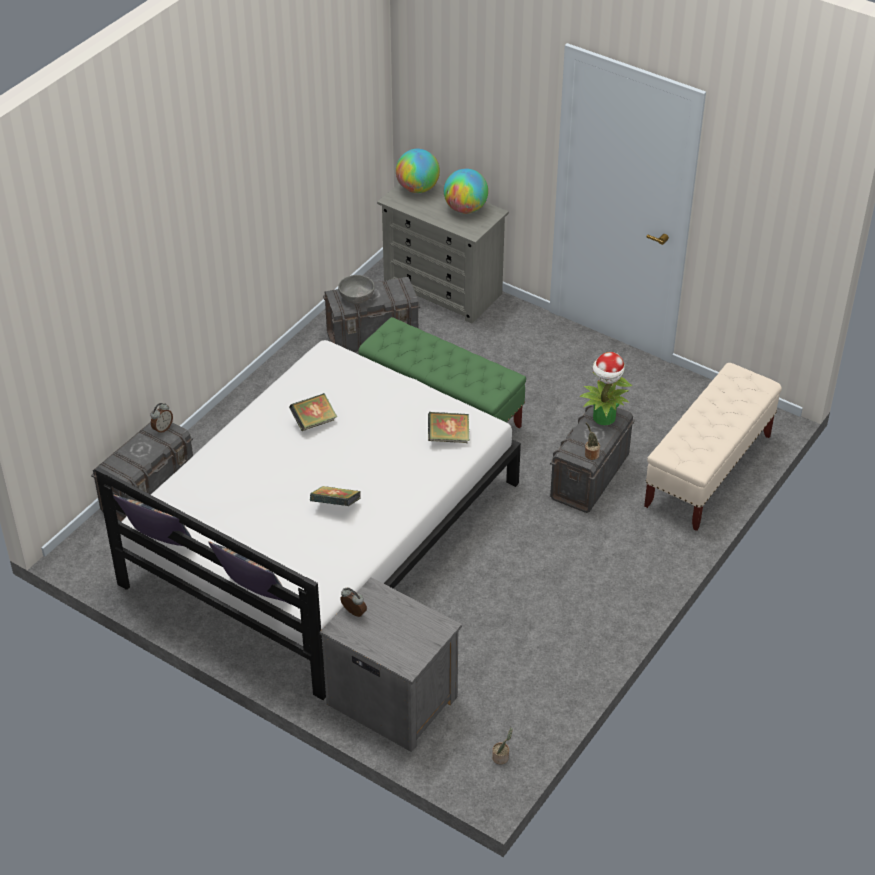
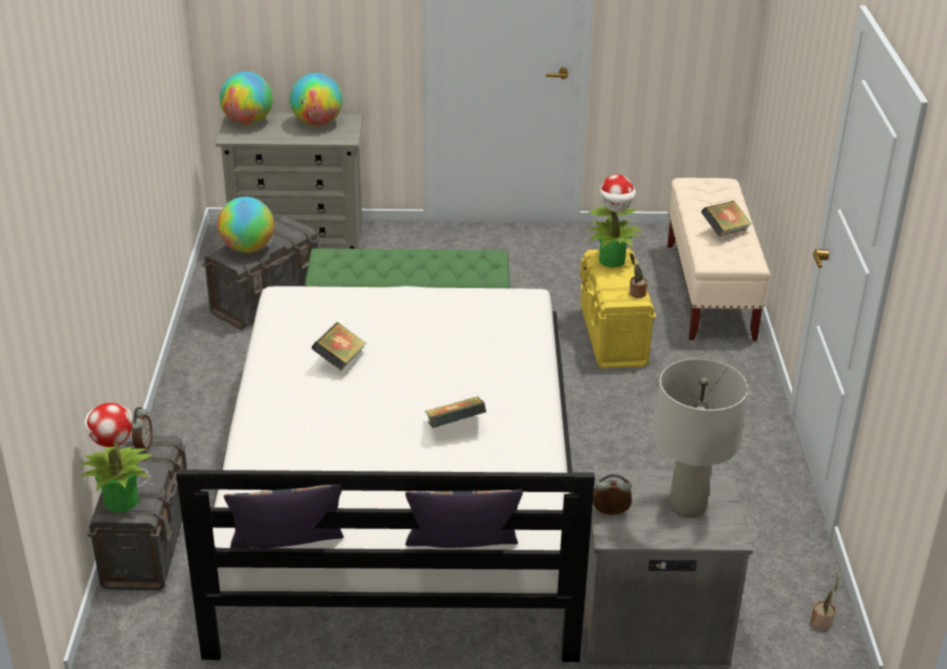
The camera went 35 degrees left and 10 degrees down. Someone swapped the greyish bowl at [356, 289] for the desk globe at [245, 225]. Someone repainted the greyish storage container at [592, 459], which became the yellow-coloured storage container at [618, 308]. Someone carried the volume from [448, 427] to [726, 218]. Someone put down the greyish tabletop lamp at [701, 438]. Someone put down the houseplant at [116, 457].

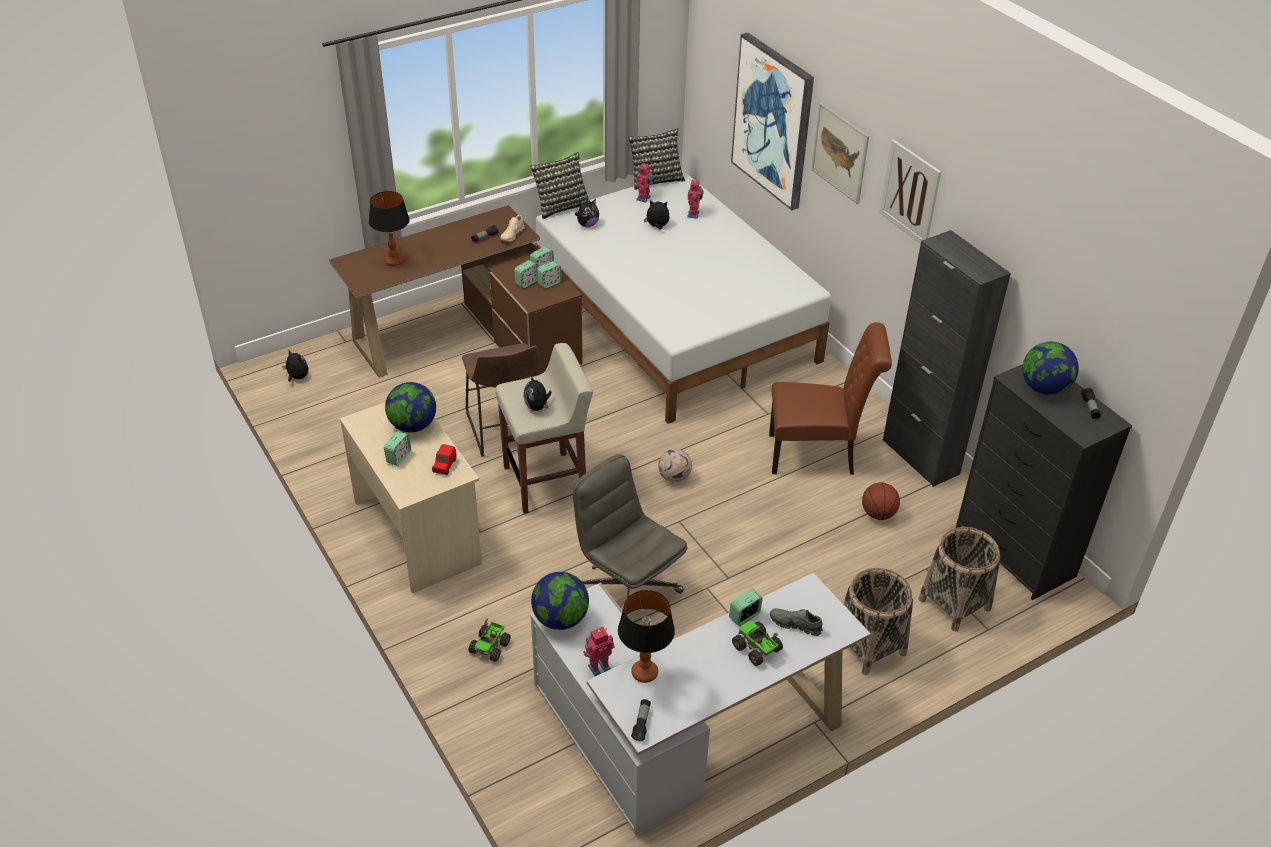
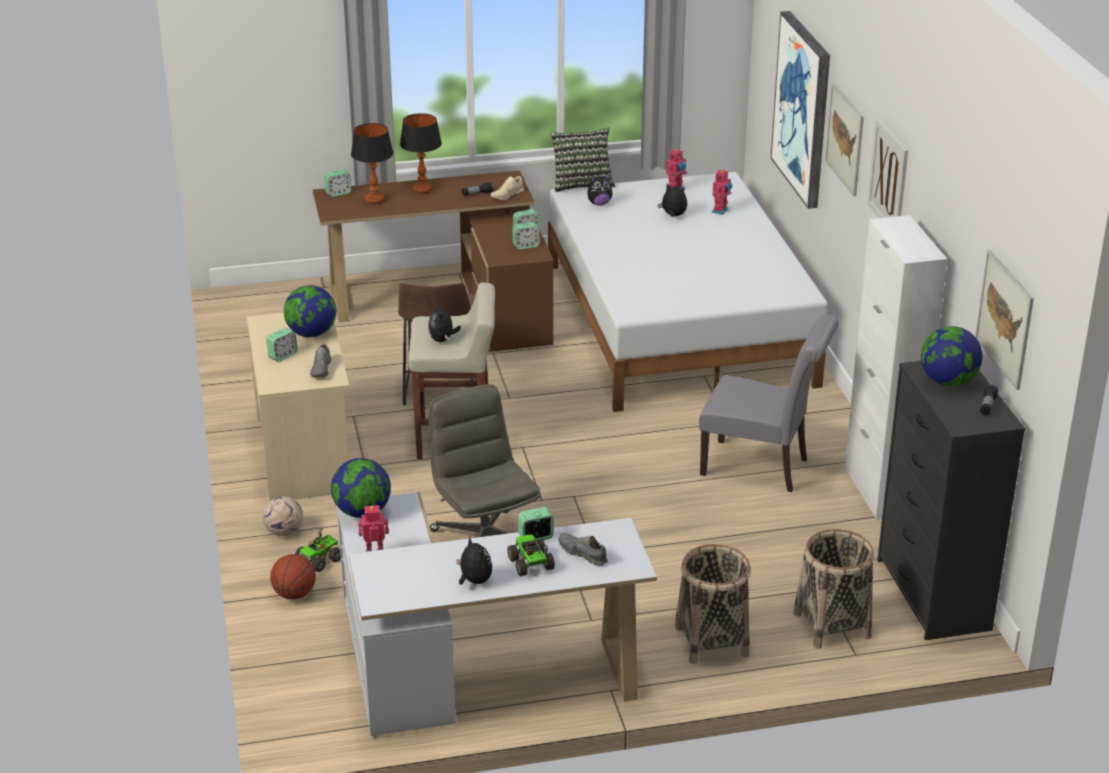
The camera went 20 degrees right and 10 degrees down. Someone took away the throw pillow at [656, 159]. Someone repainted the black-coloured cabinet at [947, 358], which became the white cabinet at [895, 367]. Someone carried the alarm clock from [526, 274] to [337, 183]. Someone repainted the brown-coloured chair at [830, 398], which became the greyish chair at [769, 403]. Someone carried the plush toy from [295, 366] to [474, 560]. Someone swapped the red miniature car at [444, 459] for the greyish shoe at [321, 360]. Someone carried the football from [675, 466] to [283, 516]. Someone carried the basketball from [881, 501] to [293, 576]. Someone carried the tabletop lamp from [646, 636] to [421, 153]. Someone took away the flashlight at [641, 720]. Someone put up the picture at [1004, 320].

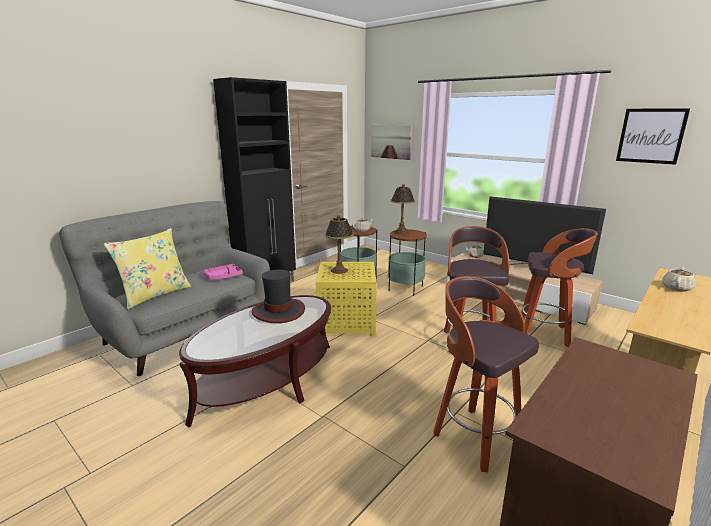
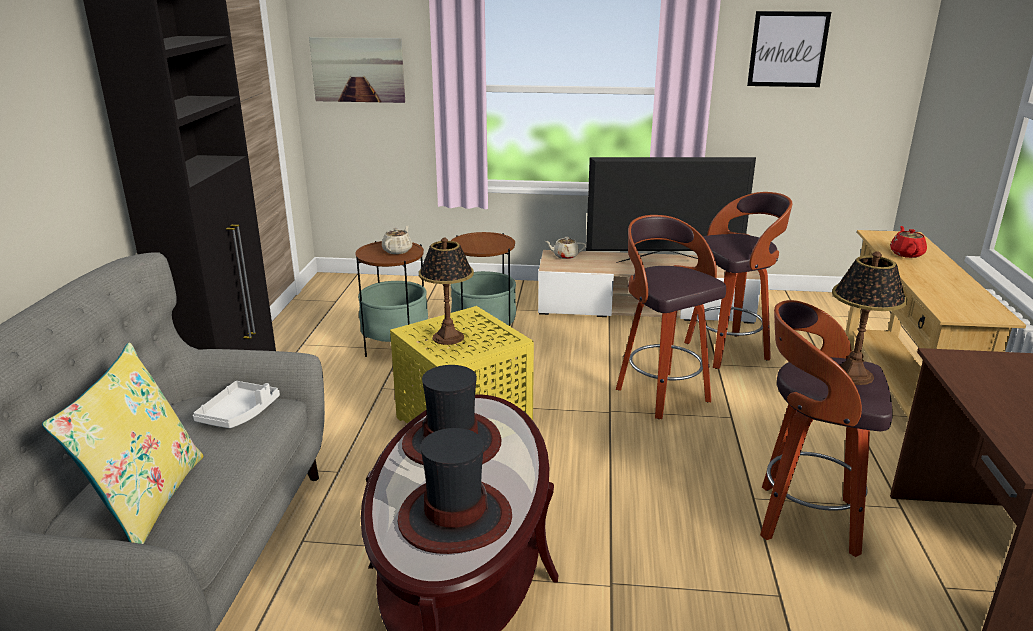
The camera went 35 degrees left and 5 degrees up. Someone carried the tabletop lamp from [402, 209] to [869, 318]. Someone repainted the pinkish carrying tray at [223, 272], which became the white carrying tray at [236, 404]. Someone repainted the sand-coloured pot for tea at [679, 279], which became the red pot for tea at [908, 242]. Someone put down the wearable hat at [455, 491].

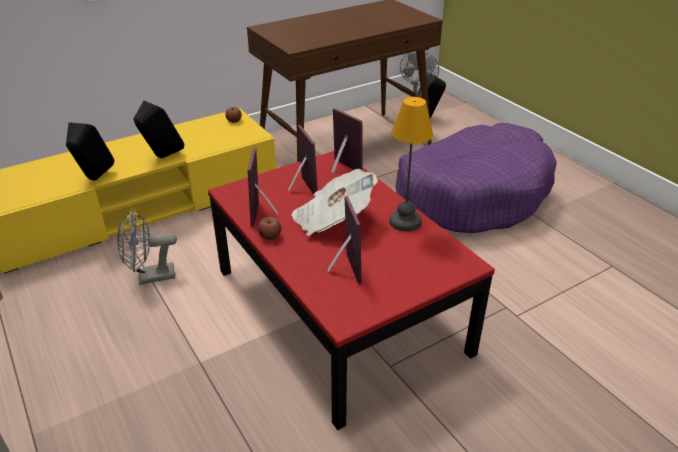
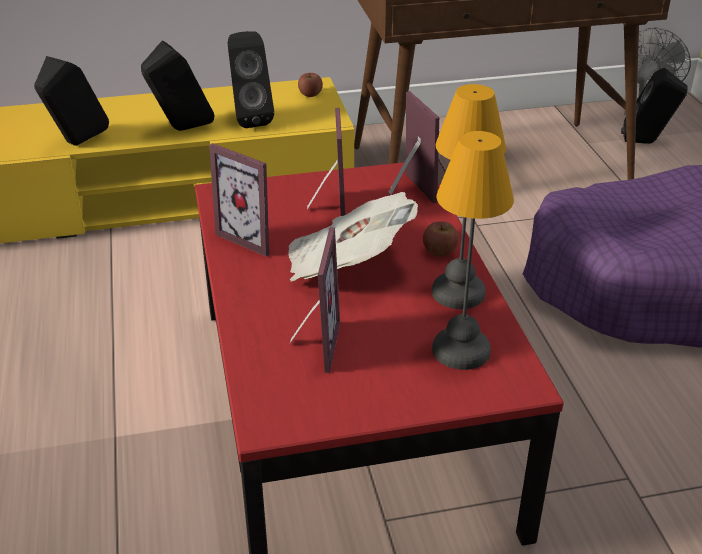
The camera went 20 degrees right and 0 degrees up. Someone rotated the standing frame at [263, 187] by 75 degrees counterclockwise. Someone took away the greyish electric fan at [147, 247]. Someone carried the apple from [269, 228] to [441, 239]. Someone put down the black-coloured speaker at [251, 79]. Someone put down the tabletop lamp at [473, 250].

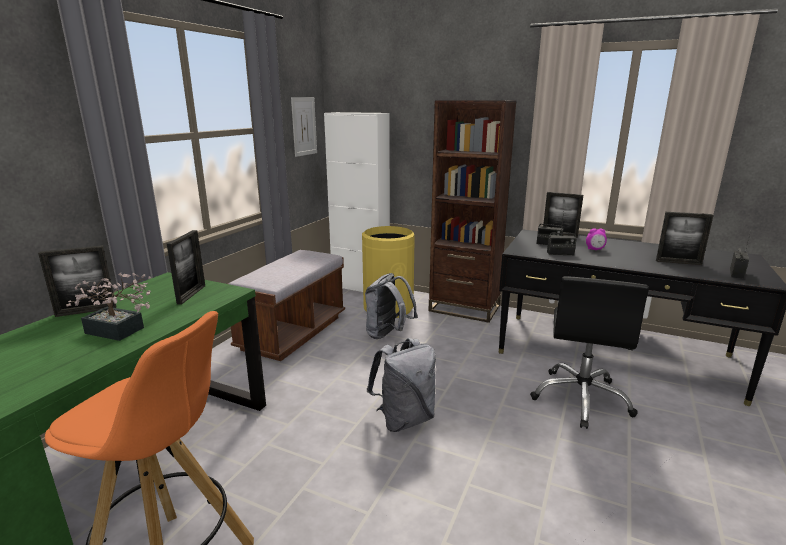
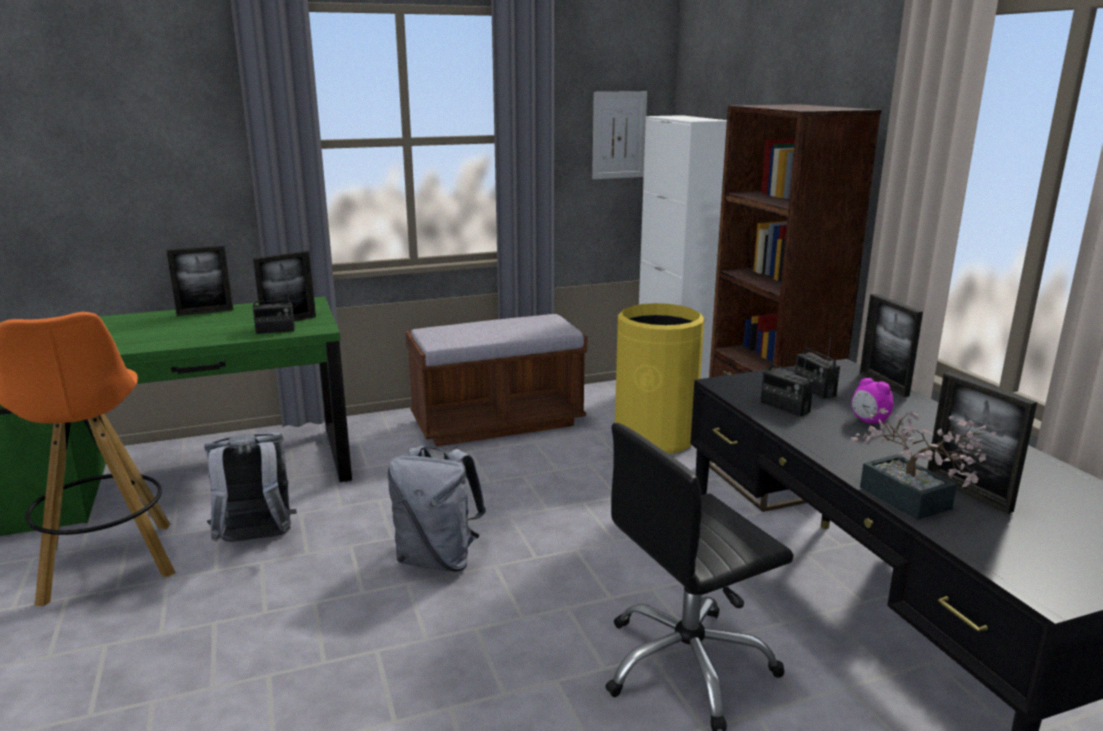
The camera went 45 degrees right and 0 degrees up. Someone carried the radio set from [740, 255] to [274, 305]. Someone rotated the standing frame at [77, 281] by 45 degrees counterclockwise. Someone carried the houseplant from [108, 307] to [923, 464]. Someone carried the greyish rucksack from [391, 306] to [250, 487].

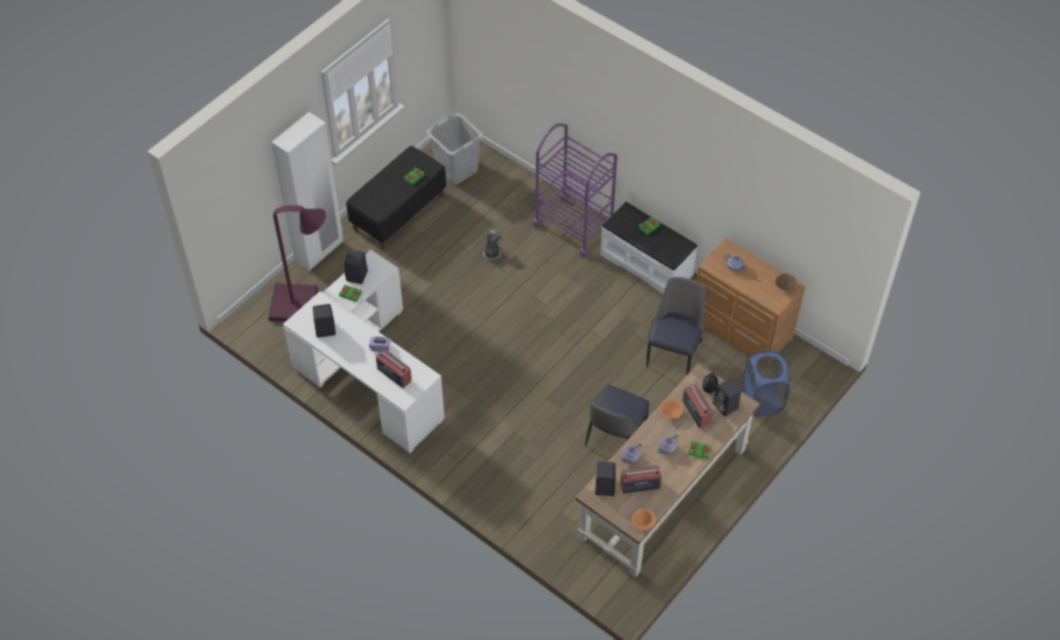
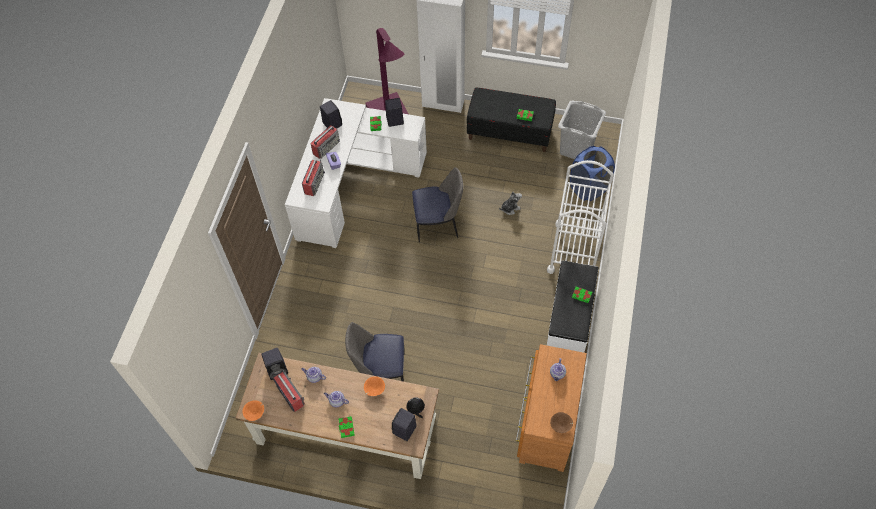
The camera went 65 degrees right and 5 degrees up. Someone repainted the purple trolley at [575, 190], which became the white trolley at [580, 217]. Someone carried the chair from [676, 326] to [437, 204]. Someone carried the blue laundry basket from [766, 384] to [592, 173]. Someone carried the radio set from [698, 405] to [325, 142].

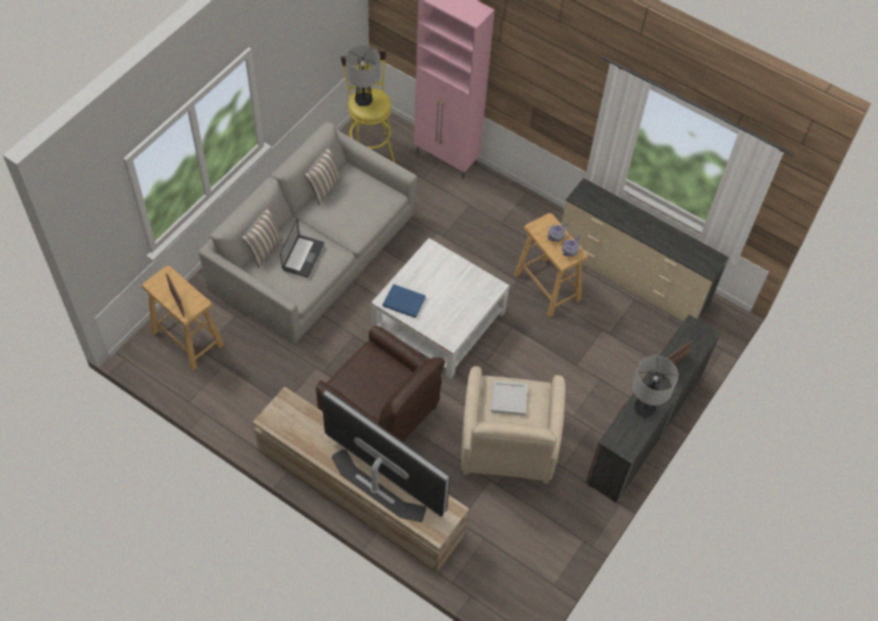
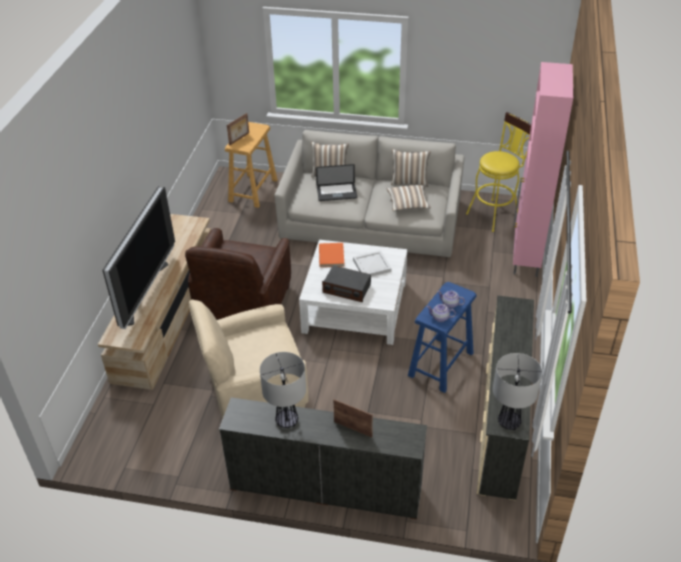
The camera went 70 degrees right and 15 degrees down. Someone carried the tabletop lamp from [363, 75] to [517, 391]. Someone repainted the sand-coloured sitting stool at [551, 265], which became the blue sitting stool at [442, 337]. Someone repainted the blue volume at [404, 301], which became the orangey volume at [331, 255]. Someone carried the white carrying tray from [509, 398] to [372, 263]. Someone put down the throw pillow at [409, 198]. Someone put down the radio set at [346, 284].

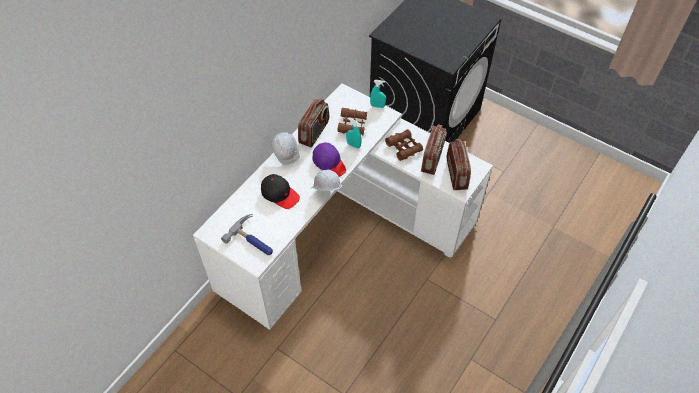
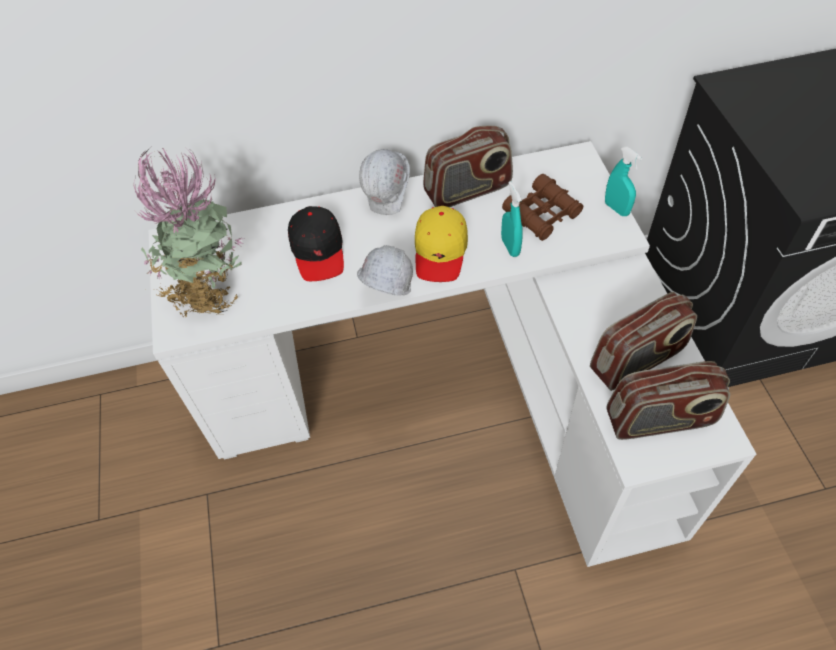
The camera went 45 degrees right and 0 degrees up. Someone took away the brown-coloured pair of binoculars at [404, 145]. Someone rotated the radio set at [459, 164] by 45 degrees clockwise. Someone repainted the purple cap at [329, 160], which became the yellow-coloured cap at [441, 244]. Someone swapped the hand hammer at [247, 234] for the houseplant at [189, 232].

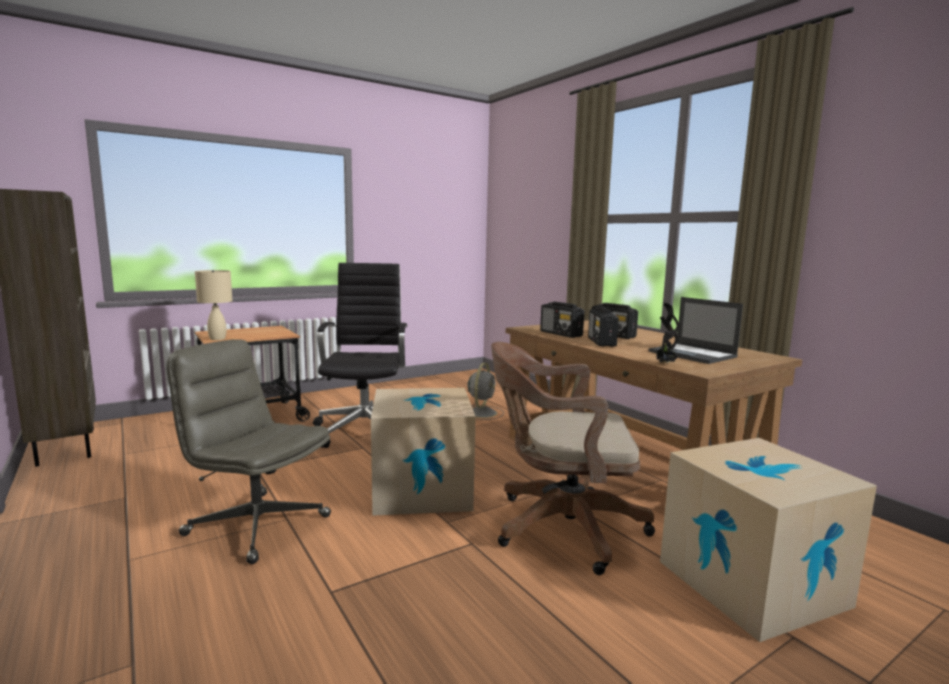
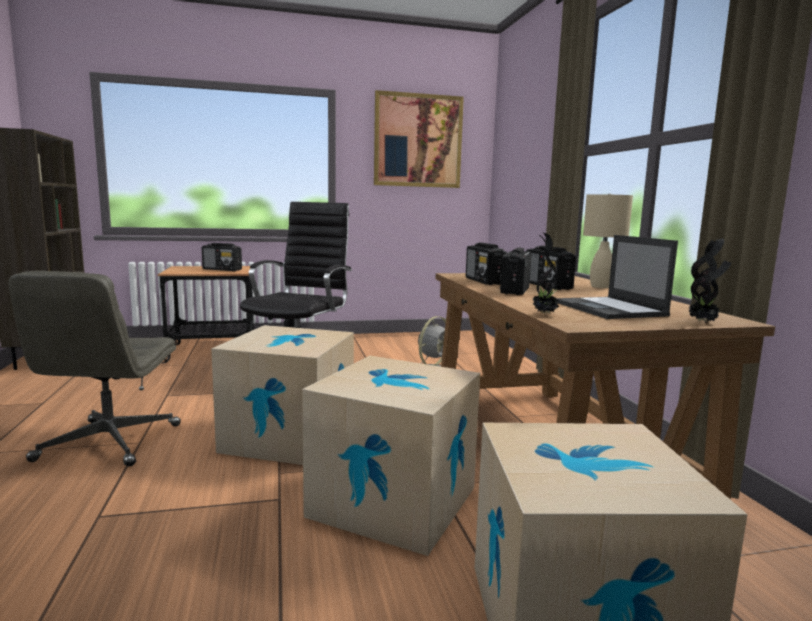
The camera went 20 degrees right and 0 degrees up. Someone carried the sand-coloured tabletop lamp from [214, 305] to [608, 240]. Someone rotated the greyish office chair at [249, 451] by 135 degrees counterclockwise. Someone swapped the brown-coloured office chair at [573, 458] for the cardboard box at [391, 456]. Someone put up the picture at [419, 139]. Someone put down the houseplant at [710, 280]. Someone put down the radio set at [222, 257].

